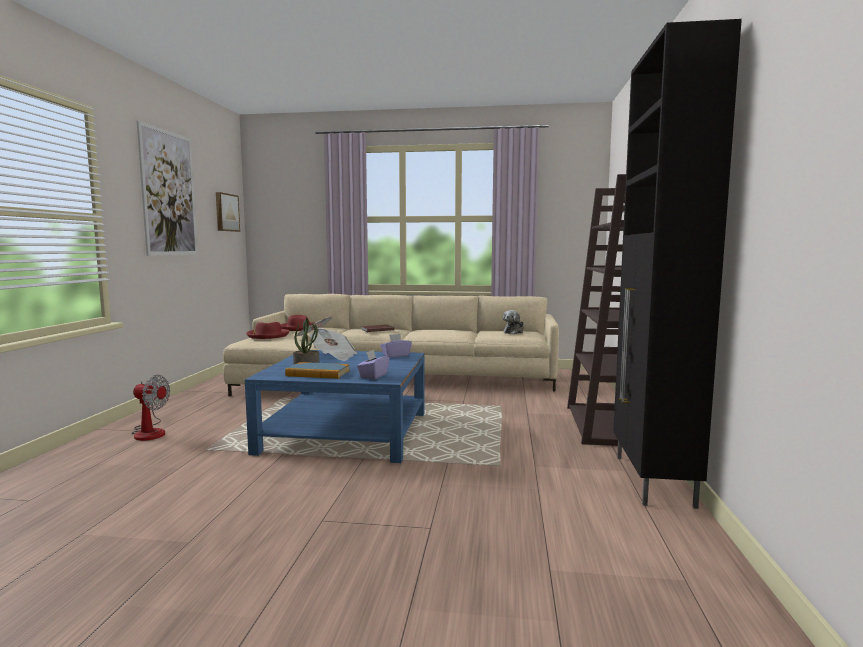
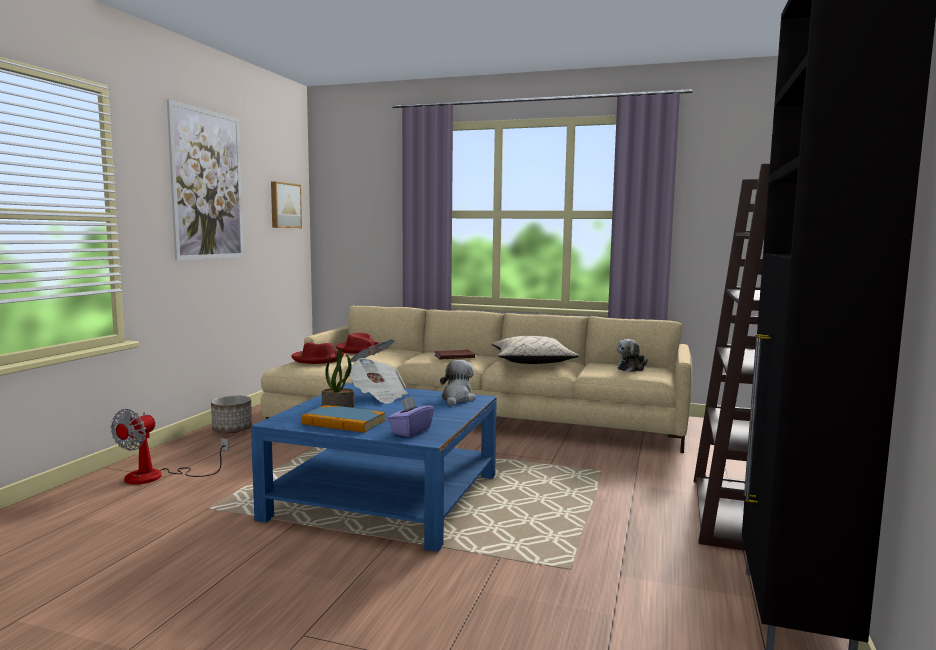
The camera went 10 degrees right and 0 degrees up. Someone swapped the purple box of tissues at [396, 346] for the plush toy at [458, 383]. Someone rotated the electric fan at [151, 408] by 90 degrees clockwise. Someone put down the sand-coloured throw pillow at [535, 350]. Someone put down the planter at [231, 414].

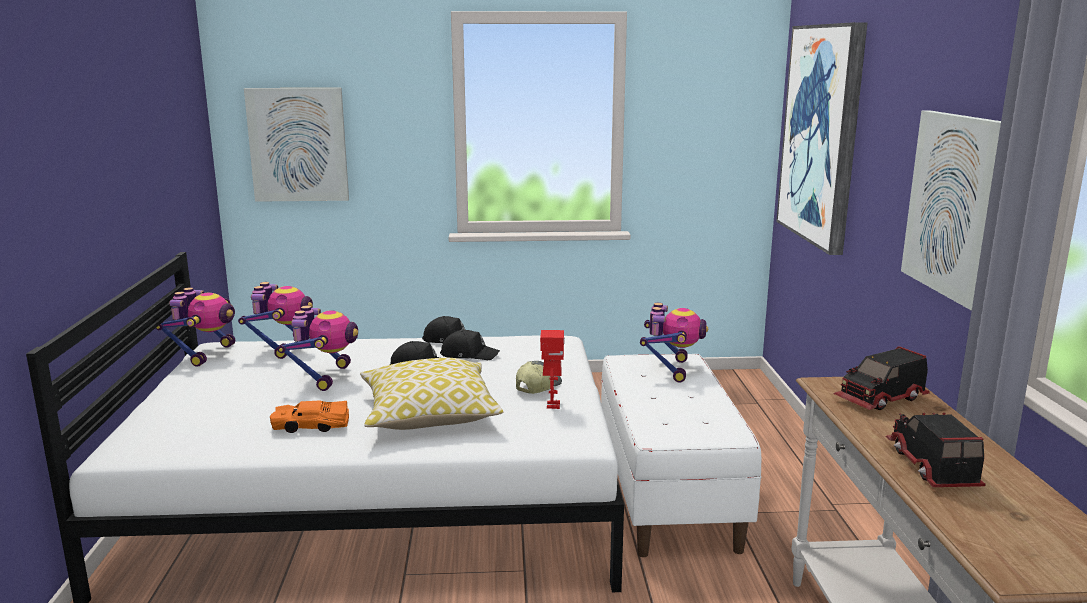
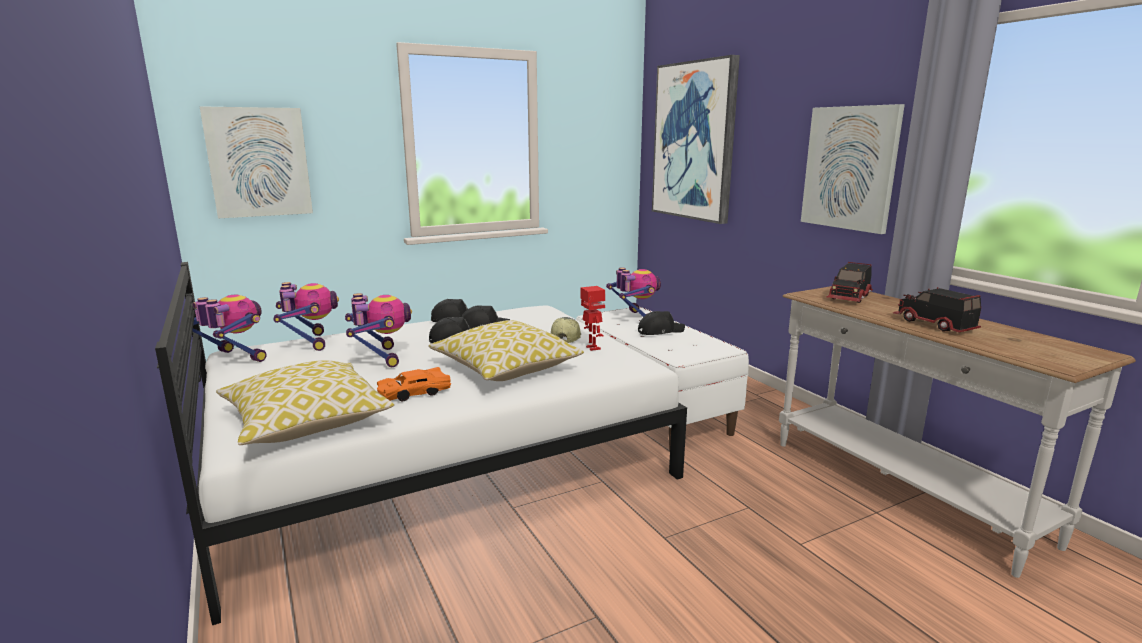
The camera went 25 degrees left and 0 degrees up. Someone rotated the robot figure at [195, 327] by 45 degrees counterclockwise. Someone put down the black-coloured cap at [661, 323]. Someone put down the throw pillow at [305, 402].

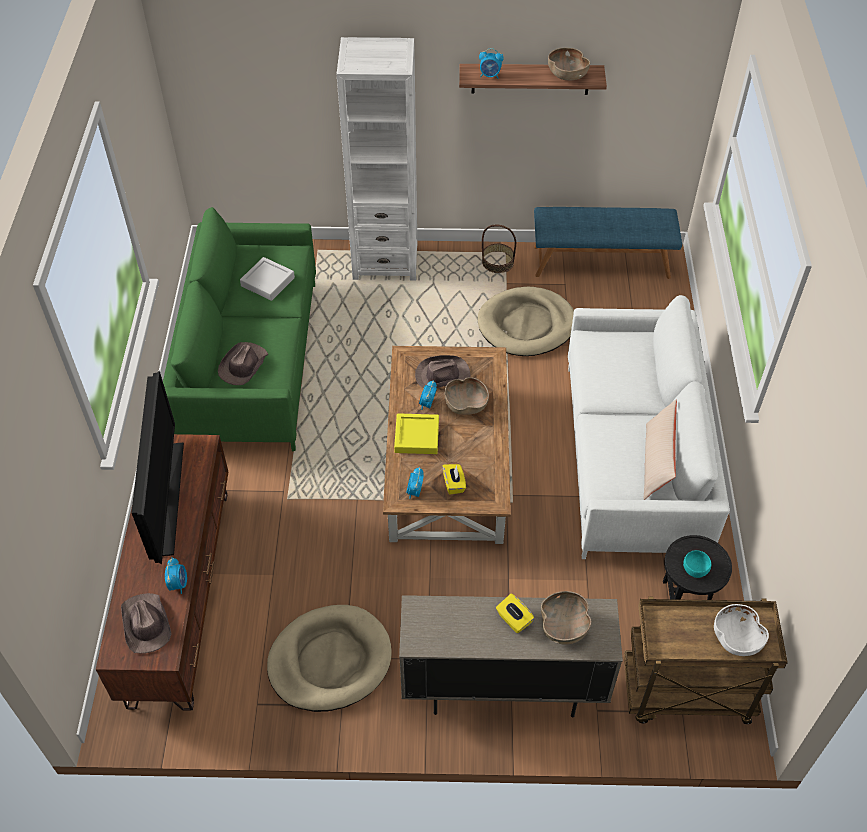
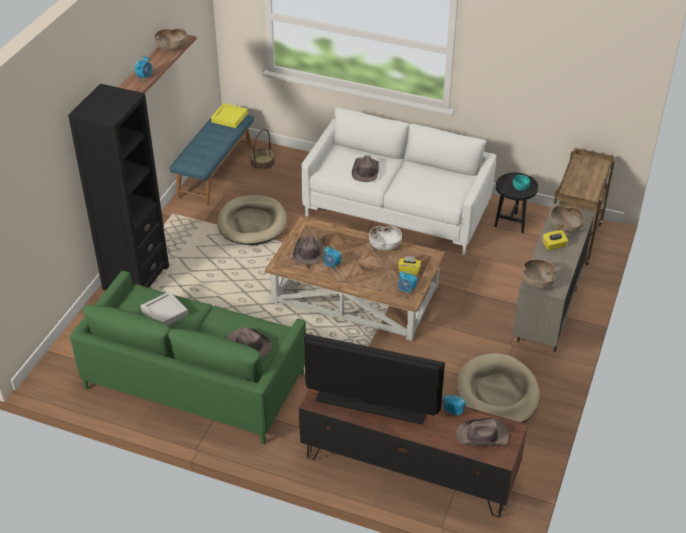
The camera went 70 degrees left and 10 degrees down. Someone repainted the white bookcase at [377, 159], which became the black-coloured bookcase at [118, 187]. Someone carried the basket from [499, 249] to [262, 149]. Someone carried the brown-coloured bowl from [467, 396] to [539, 274]. Someone took away the sand-coloured throw pillow at [660, 450]. Someone carried the yellow-coloured carrying tray from [416, 433] to [229, 115]. Someone carried the white bowl from [741, 630] to [385, 238]. Someone put down the brown-coloured wearable hat at [365, 168].

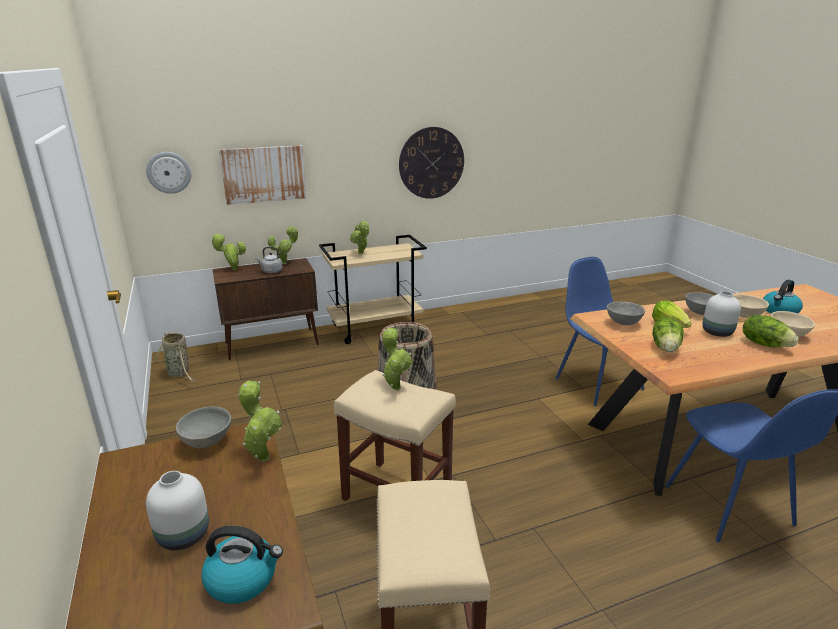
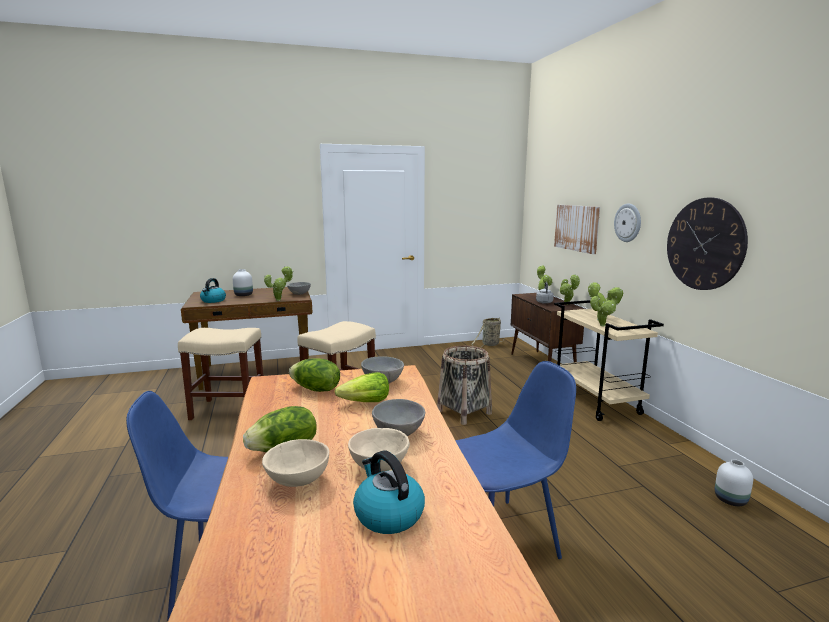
The camera went 95 degrees right and 10 degrees down. Someone carried the wall clock from [168, 173] to [627, 223]. Someone carried the white decorative vase from [721, 314] to [734, 482]. Someone carried the houseplant from [397, 359] to [606, 306].

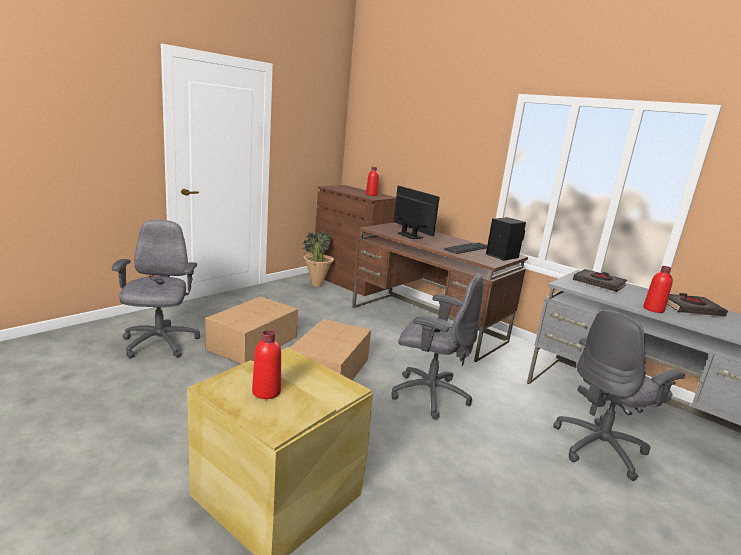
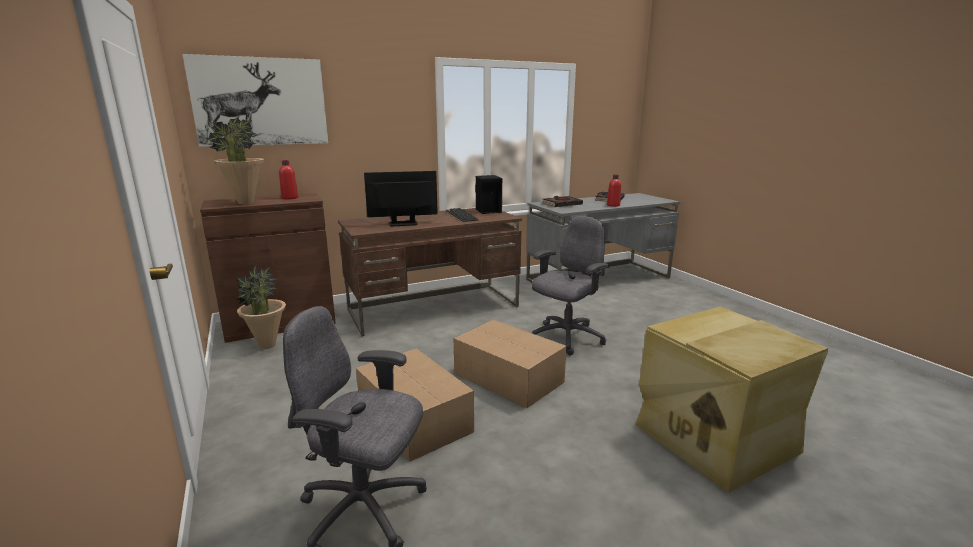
The camera went 65 degrees left and 0 degrees up. Someone took away the greyish office chair at [619, 395]. Someone took away the red bottle at [266, 364]. Someone put up the picture at [255, 100]. Someone put down the houseplant at [235, 160].

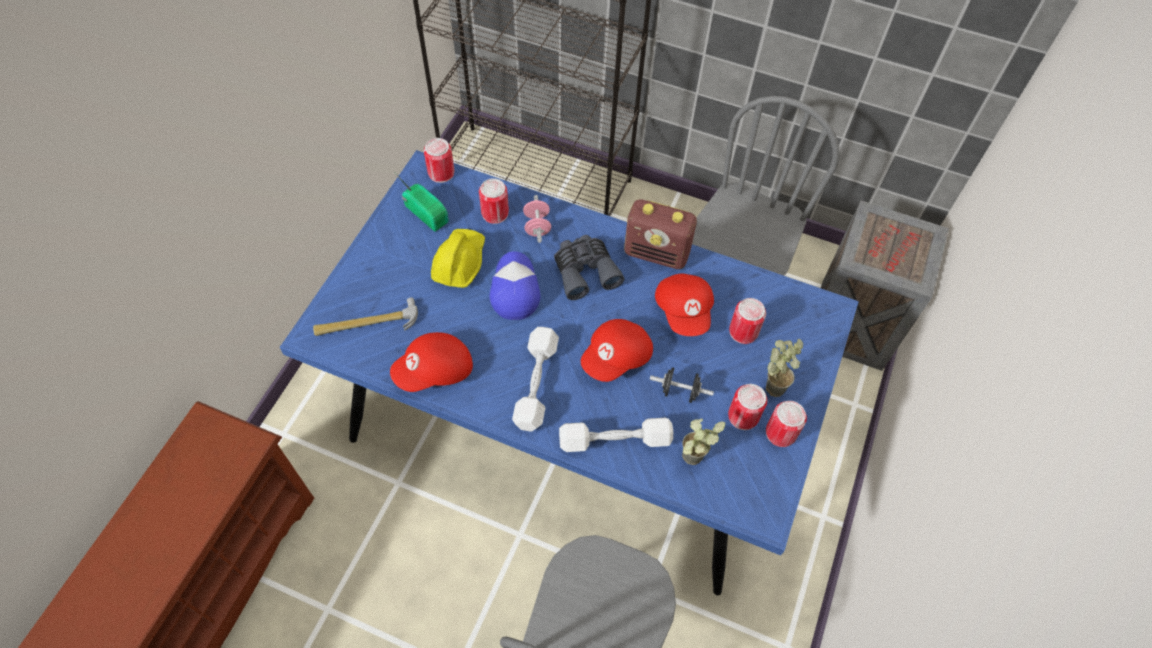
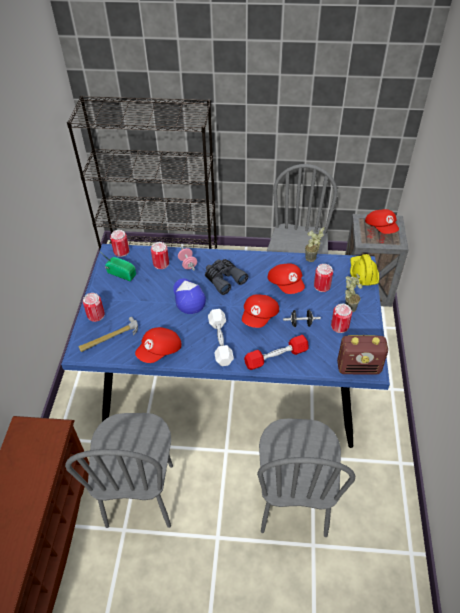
The camera went 15 degrees left and 10 degrees down. Someone carried the radio set from [660, 234] to [362, 354]. Someone carried the yellow-coloured safety helmet from [458, 258] to [364, 270]. Someone carried the metal can from [786, 424] to [94, 307]. Someone repainted the white hand weight at [616, 435], which became the red hand weight at [276, 352]. Someone carried the houseplant from [704, 442] to [314, 244]. Someone put down the red cap at [382, 221]. Someone put down the greyish chair at [119, 470].

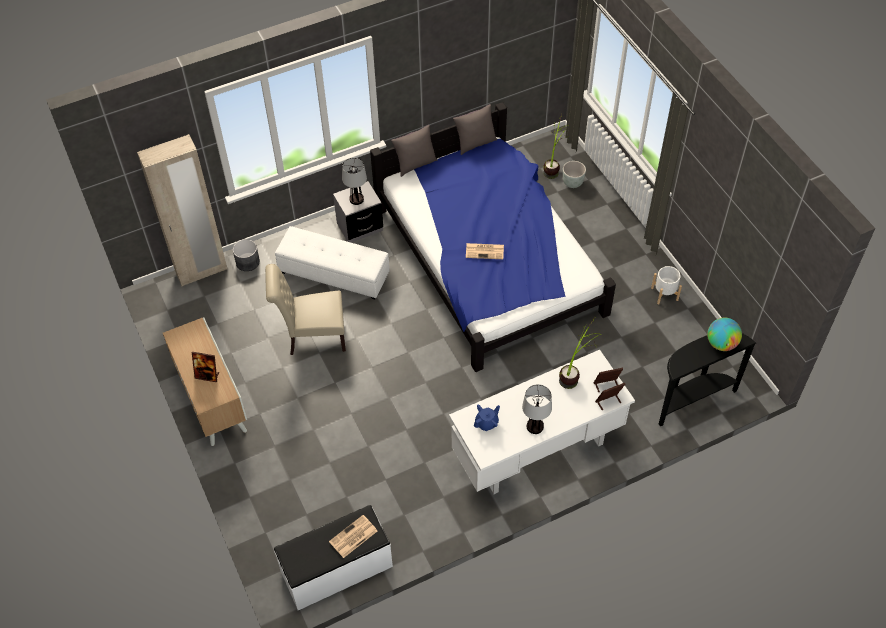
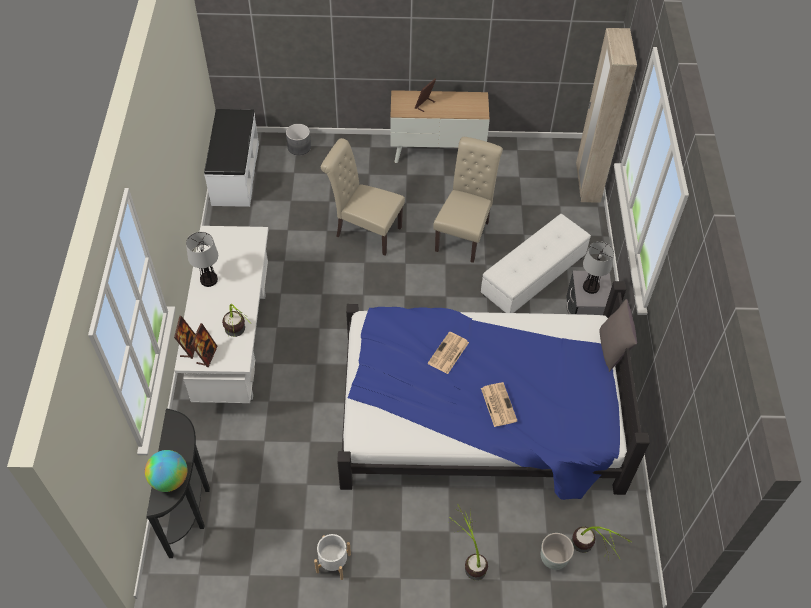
The camera went 115 degrees right and 0 degrees up. Someone took away the greyish throw pillow at [475, 129]. Someone carried the greyish planter from [246, 255] to [298, 140]. Someone took away the blue pot for tea at [487, 418]. Someone carried the daily paper from [353, 536] to [499, 404]. Someone put down the sand-coloured chair at [363, 197]. Someone put down the houseplant at [469, 542].

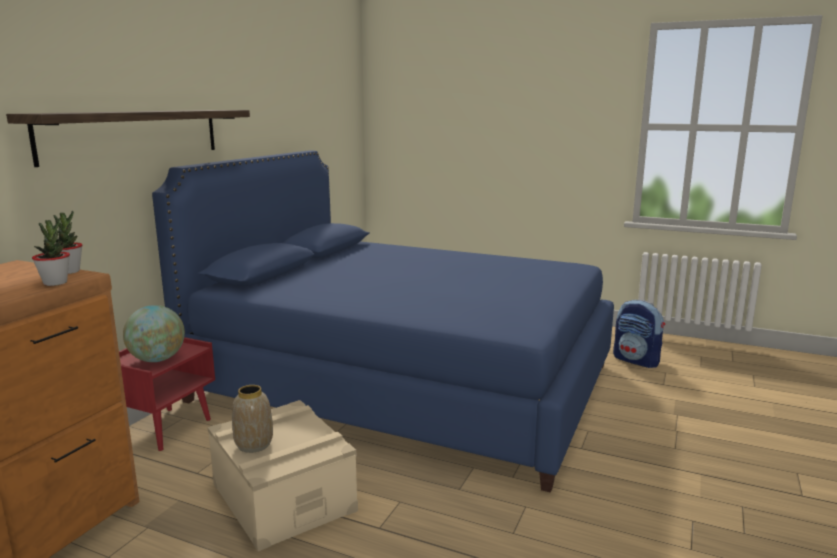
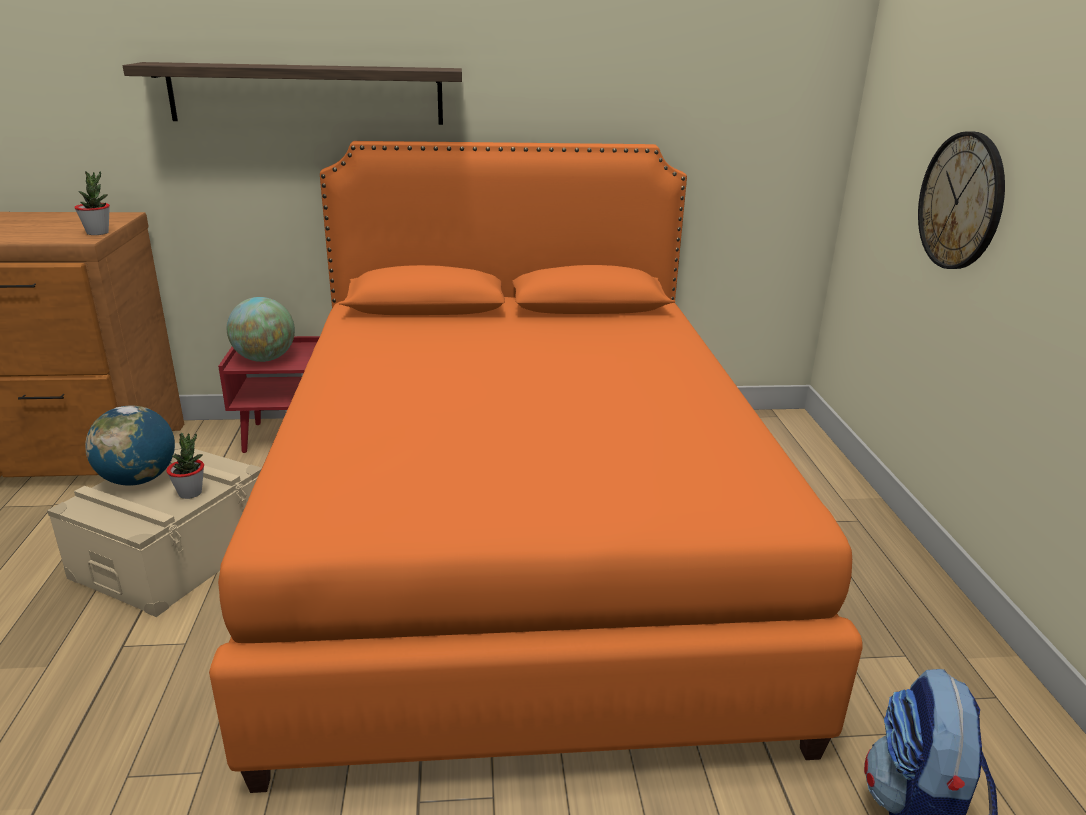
The camera went 60 degrees right and 10 degrees up. Someone repainted the blue bed at [383, 321], which became the orangey bed at [536, 467]. Someone carried the houseplant from [51, 252] to [185, 466]. Someone swapped the decorative vase at [252, 419] for the desk globe at [130, 445]. Someone put up the wall clock at [961, 200].

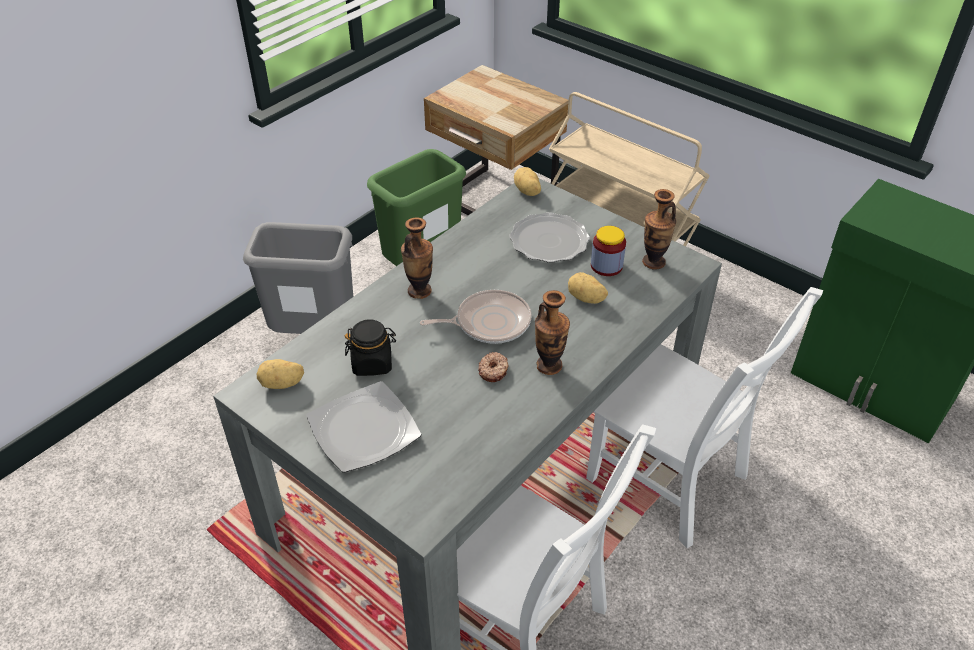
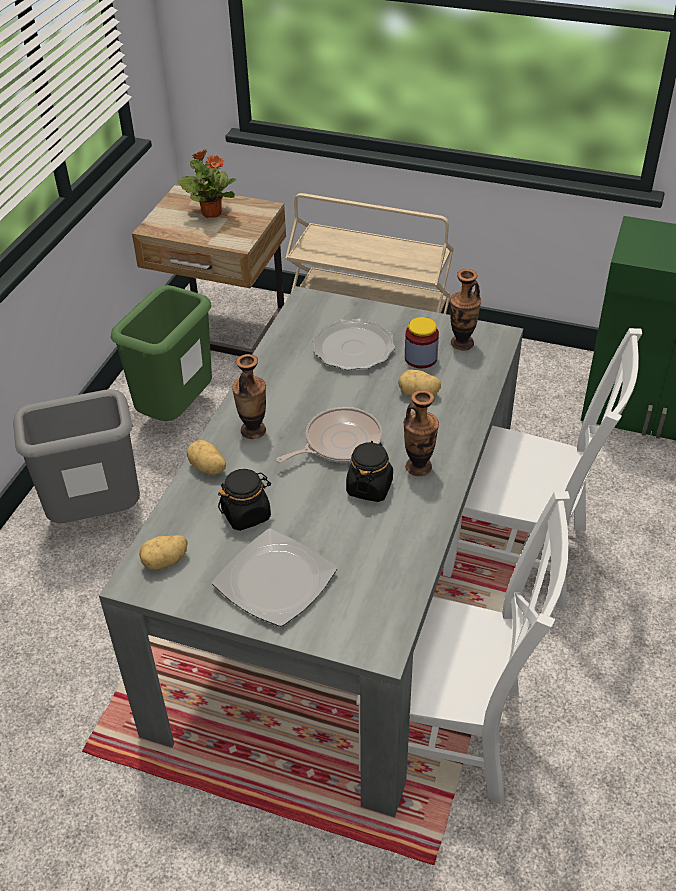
The camera went 20 degrees left and 0 degrees up. Someone carried the potato from [527, 181] to [206, 457]. Someone swapped the doughnut at [493, 367] for the black-coloured jar at [369, 471]. Someone put down the houseplant at [207, 183].

